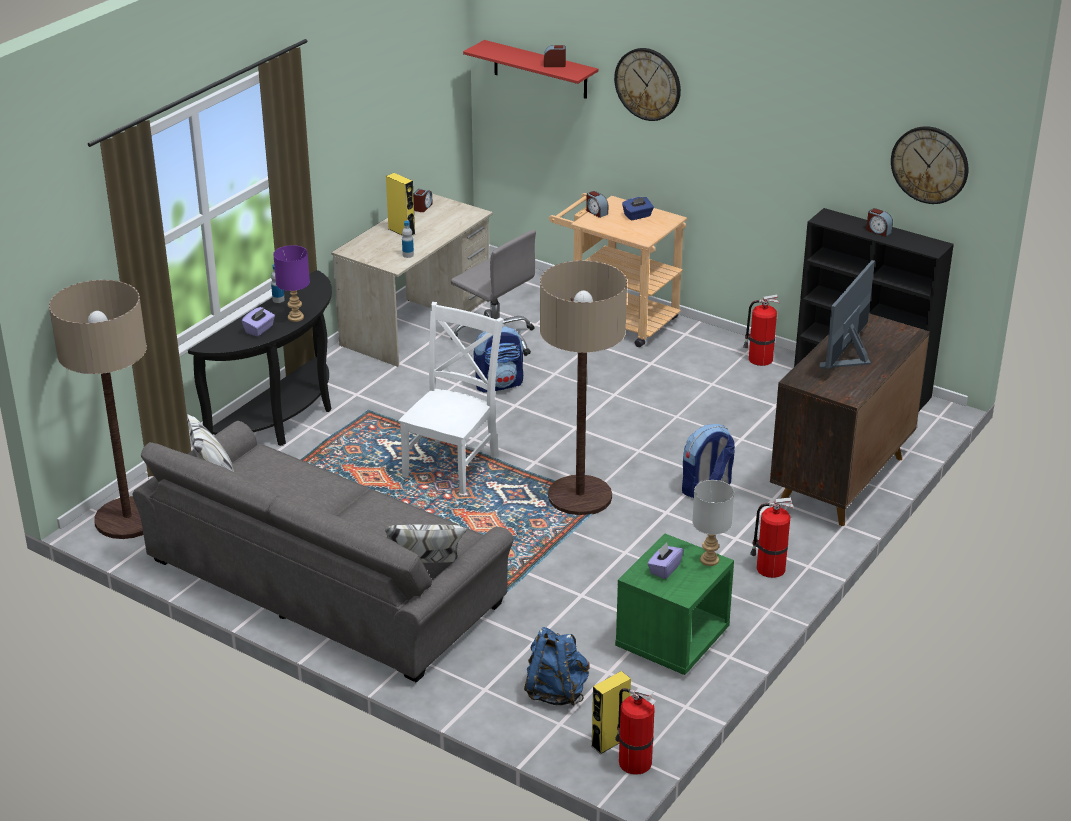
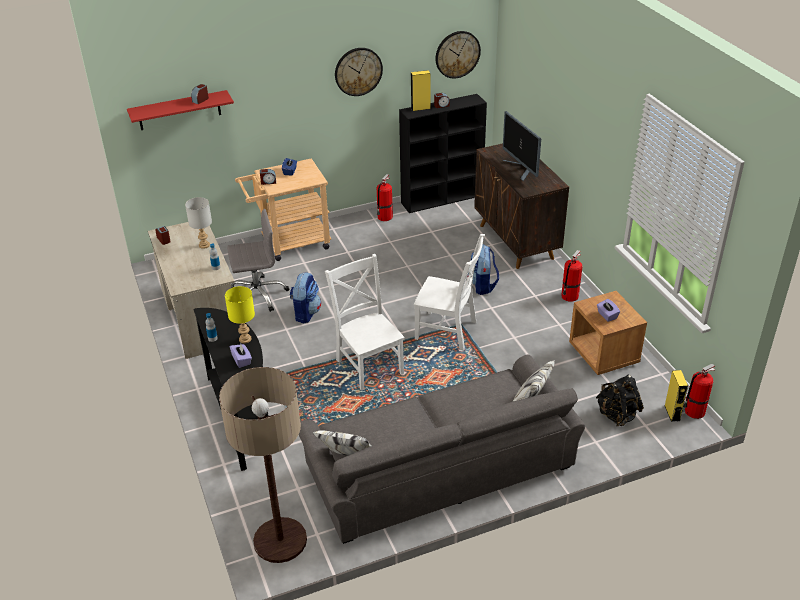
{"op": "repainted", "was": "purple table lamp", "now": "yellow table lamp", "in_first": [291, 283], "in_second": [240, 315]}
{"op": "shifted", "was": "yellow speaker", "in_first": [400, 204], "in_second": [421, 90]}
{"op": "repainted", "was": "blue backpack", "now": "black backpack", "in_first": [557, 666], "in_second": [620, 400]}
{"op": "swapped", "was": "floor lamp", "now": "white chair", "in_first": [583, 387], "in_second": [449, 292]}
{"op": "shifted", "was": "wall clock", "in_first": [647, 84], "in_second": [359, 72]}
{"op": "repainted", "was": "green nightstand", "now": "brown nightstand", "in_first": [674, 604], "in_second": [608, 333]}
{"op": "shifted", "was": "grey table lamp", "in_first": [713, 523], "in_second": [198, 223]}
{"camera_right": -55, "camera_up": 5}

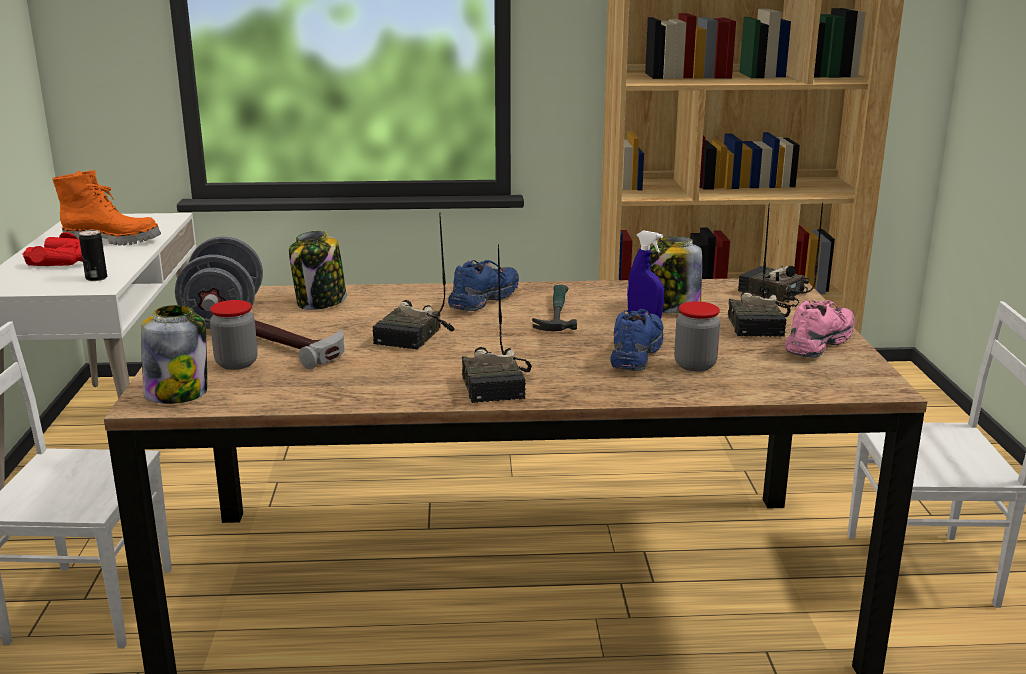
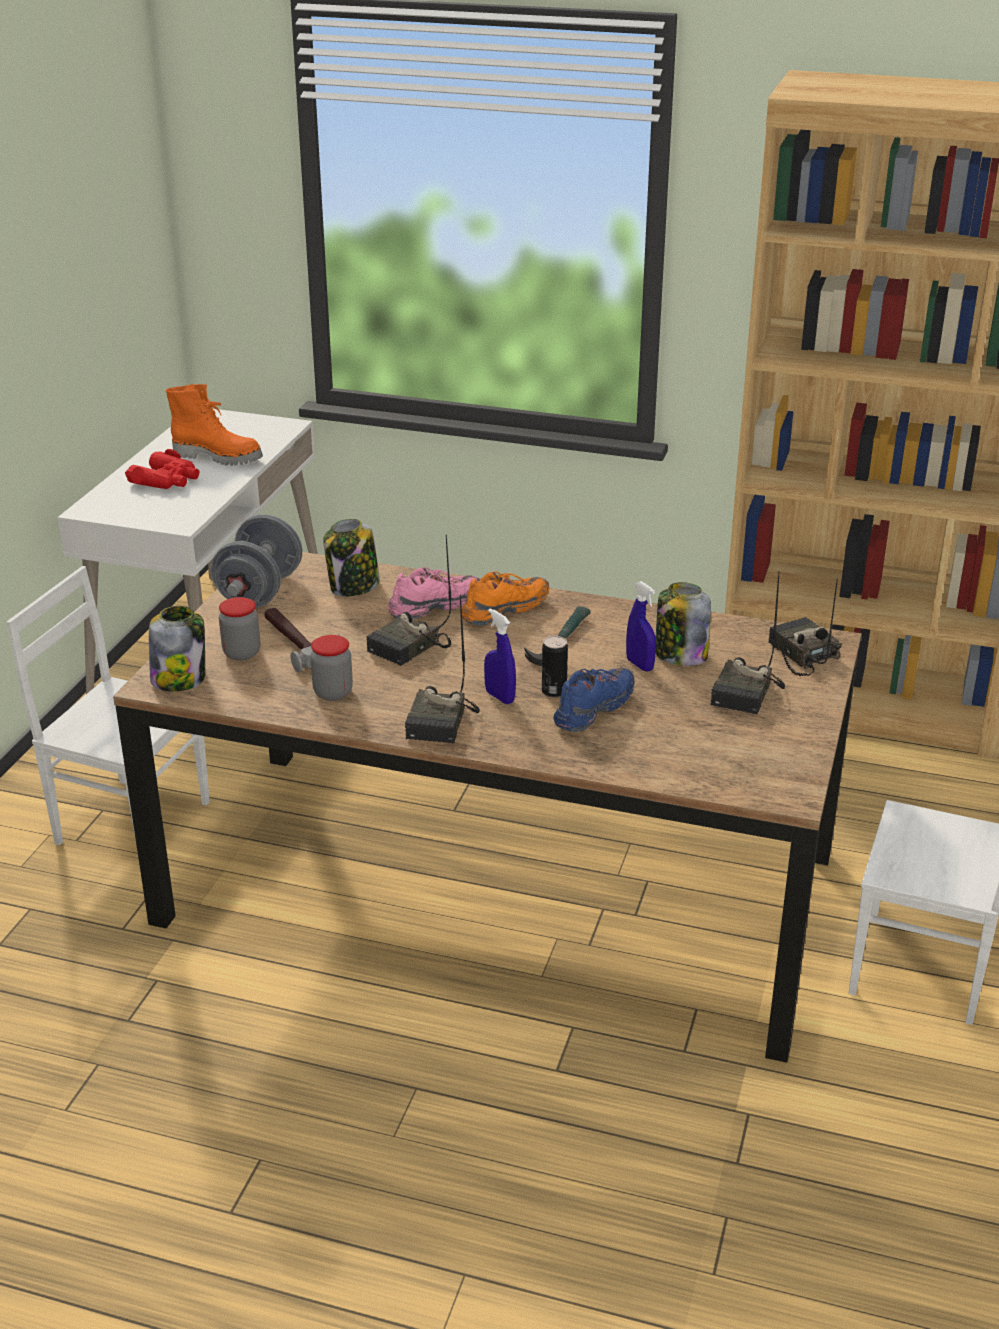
{"op": "shifted", "was": "can", "in_first": [93, 255], "in_second": [555, 666]}
{"op": "repainted", "was": "blue shoe", "now": "orange shoe", "in_first": [483, 285], "in_second": [505, 598]}
{"op": "shifted", "was": "jar", "in_first": [697, 336], "in_second": [331, 668]}
{"op": "shifted", "was": "pink shoe", "in_first": [820, 329], "in_second": [434, 593]}
{"op": "new", "now": "blue spray bottle", "in_second": [500, 656]}
{"camera_right": 20, "camera_up": 10}

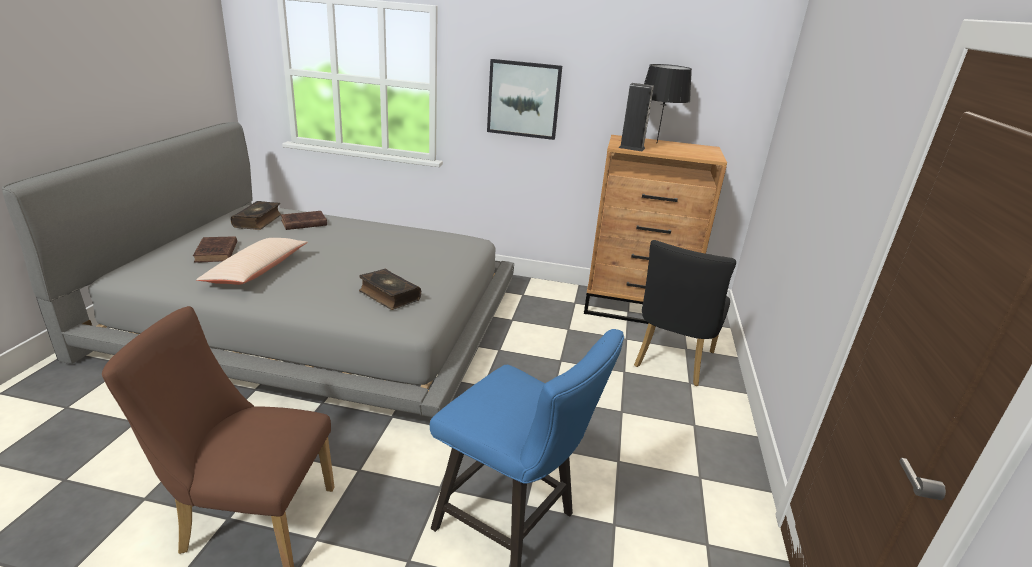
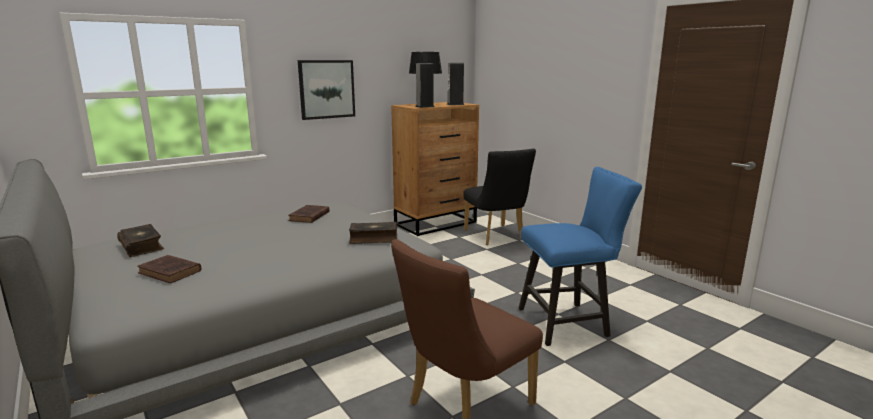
{"op": "gone", "was": "beige pillow", "in_first": [251, 261]}
{"op": "shifted", "was": "brown book", "in_first": [304, 220], "in_second": [309, 214]}
{"op": "new", "now": "speaker", "in_second": [455, 84]}
{"camera_right": -45, "camera_up": -10}

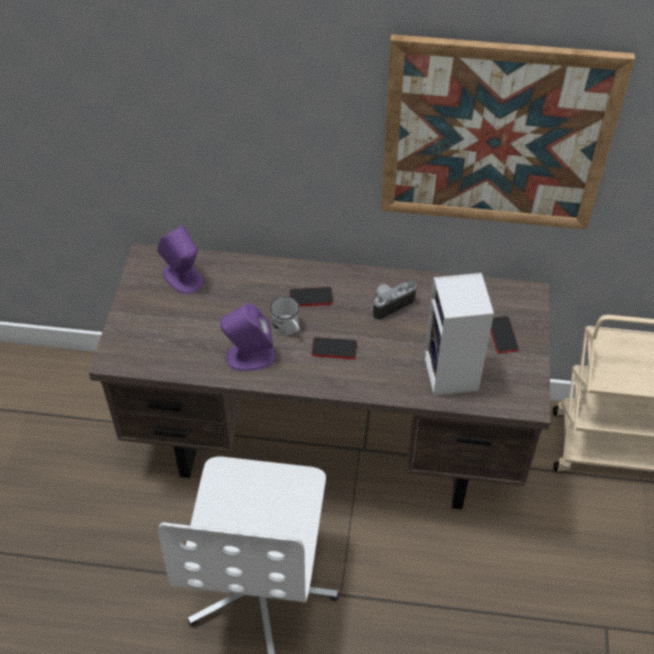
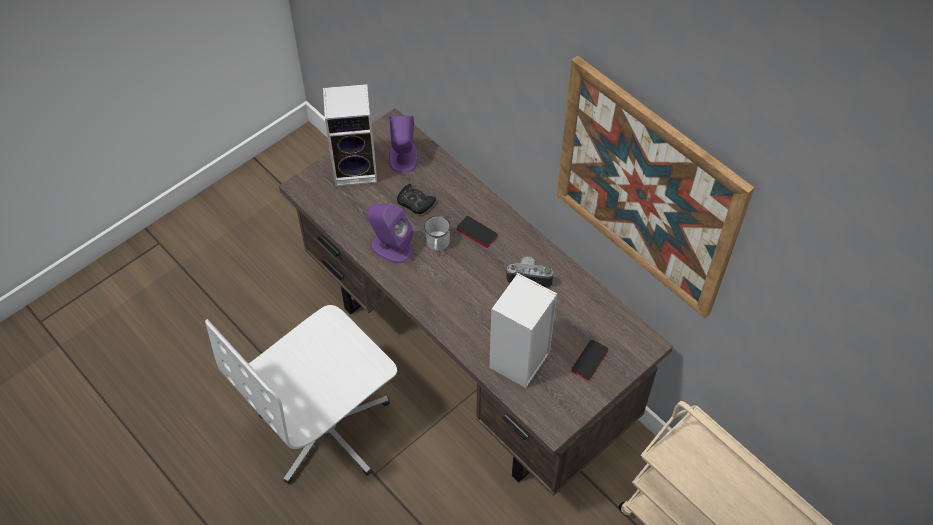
{"op": "gone", "was": "phone", "in_first": [334, 348]}
{"op": "new", "now": "speaker", "in_second": [350, 135]}
{"op": "new", "now": "black game controller", "in_second": [416, 199]}
{"camera_right": 40, "camera_up": 5}

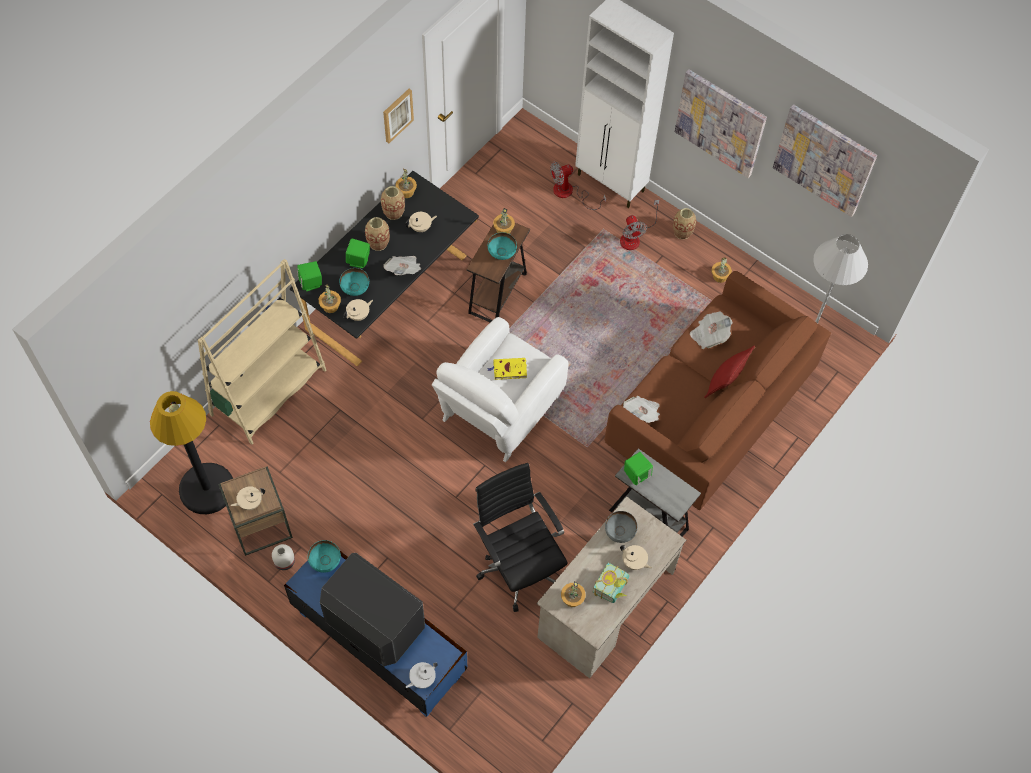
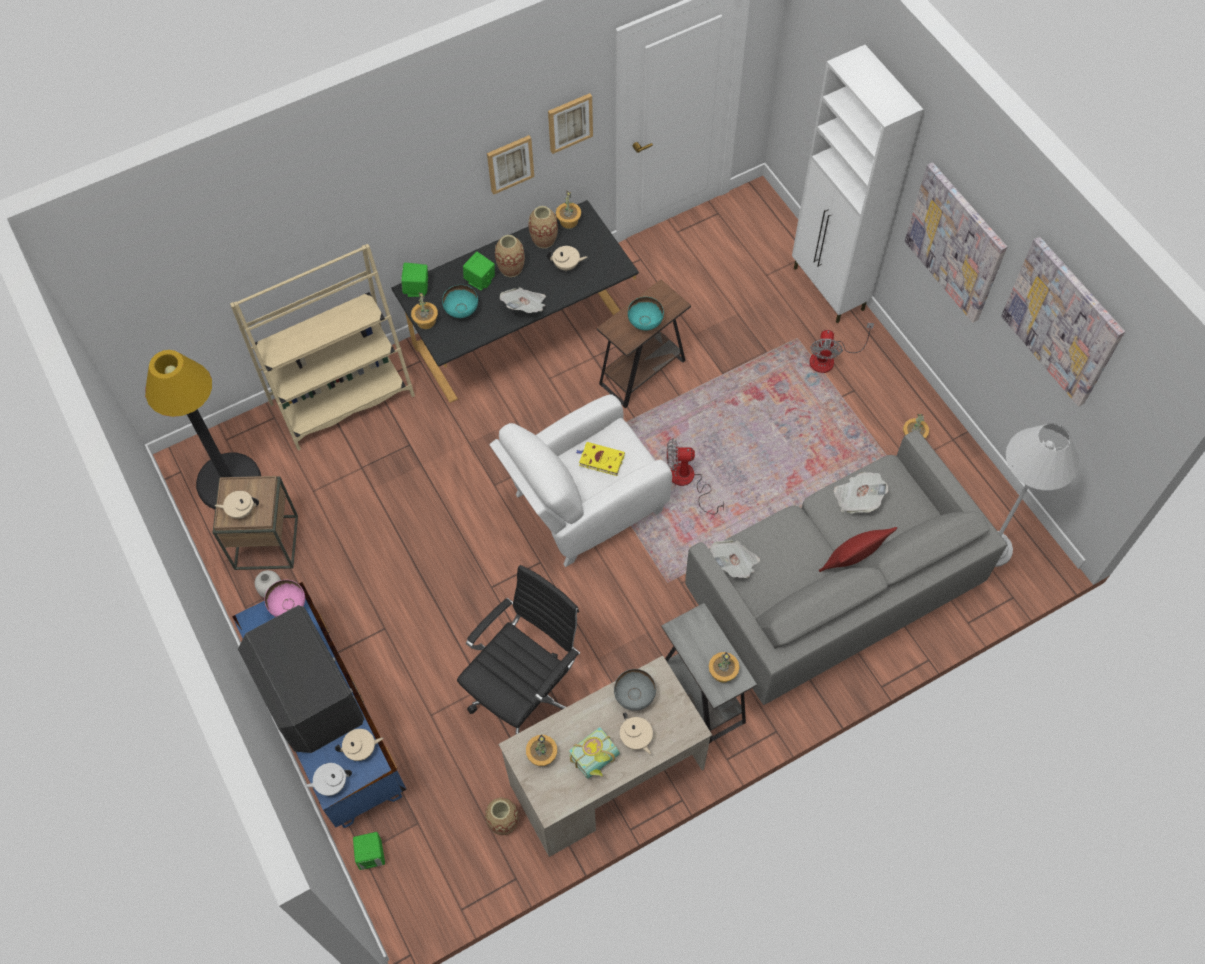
{"op": "repainted", "was": "turquoise bowl", "now": "pink bowl", "in_first": [324, 556], "in_second": [285, 598]}
{"op": "shifted", "was": "beige teapot", "in_first": [358, 310], "in_second": [359, 745]}
{"op": "rotated", "was": "black office chair", "in_first": [520, 537], "in_second": [518, 649], "clockwise": 45}
{"op": "shifted", "was": "potted plant", "in_first": [504, 221], "in_second": [724, 667]}
{"op": "shifted", "was": "fan", "in_first": [578, 186], "in_second": [695, 476]}
{"op": "repainted", "was": "brown sofa", "now": "grey sofa", "in_first": [718, 390], "in_second": [846, 568]}
{"op": "shifted", "was": "green speaker", "in_first": [638, 468], "in_second": [369, 851]}
{"op": "shifted", "was": "vase", "in_first": [684, 223], "in_second": [502, 816]}
{"op": "new", "now": "picture", "in_second": [510, 165]}
{"camera_right": 25, "camera_up": 0}

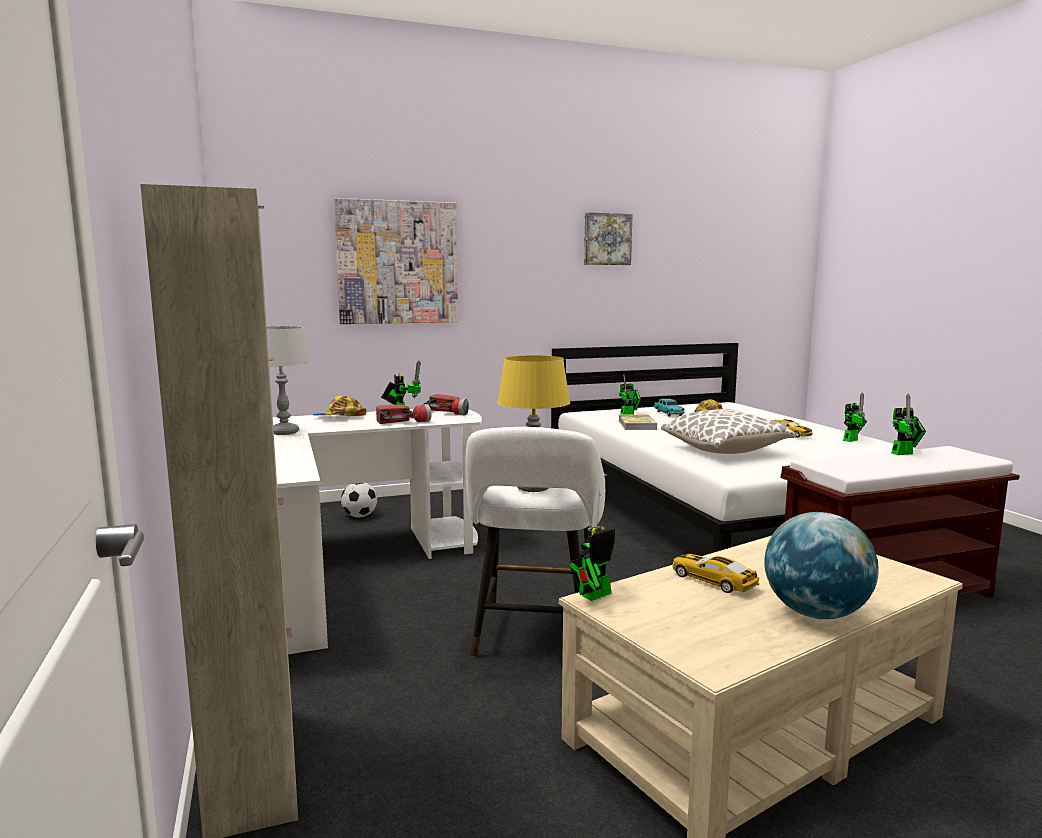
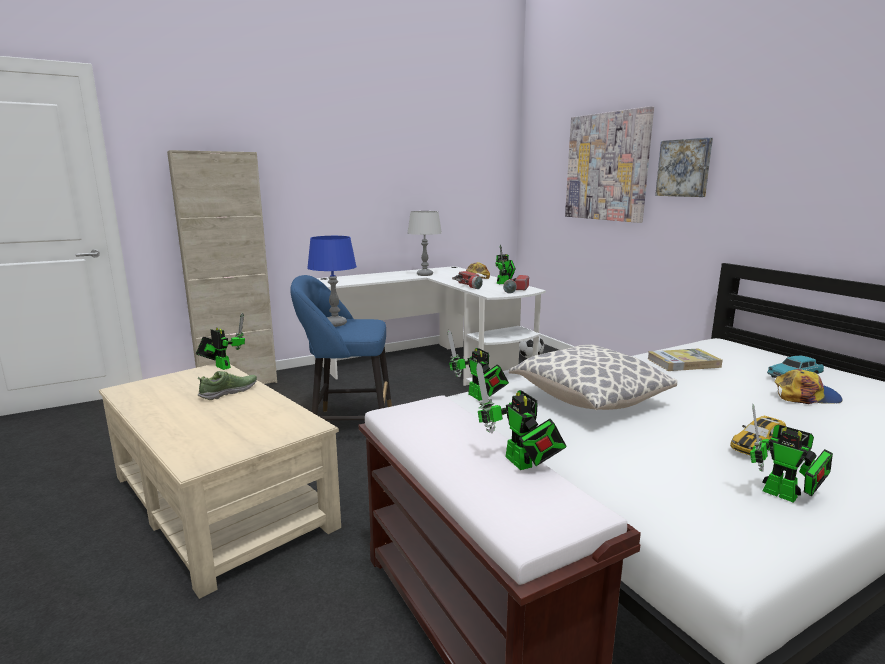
{"op": "repainted", "was": "white stool", "now": "blue stool", "in_first": [535, 542], "in_second": [341, 347]}
{"op": "repainted", "was": "yellow table lamp", "now": "blue table lamp", "in_first": [533, 423], "in_second": [332, 281]}
{"op": "shifted", "was": "picture", "in_first": [608, 238], "in_second": [684, 167]}
{"op": "shifted", "was": "toy robot", "in_first": [630, 394], "in_second": [478, 365]}
{"op": "swapped", "was": "toy car", "now": "shoe", "in_first": [716, 573], "in_second": [227, 385]}
{"op": "gone", "was": "globe", "in_first": [821, 565]}
{"camera_right": 80, "camera_up": 5}

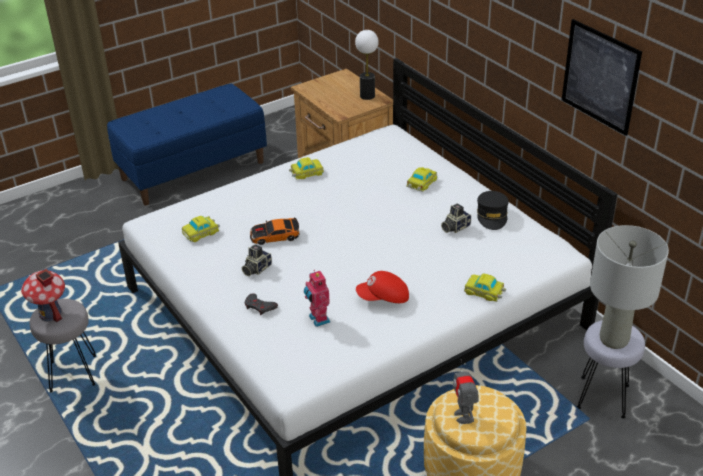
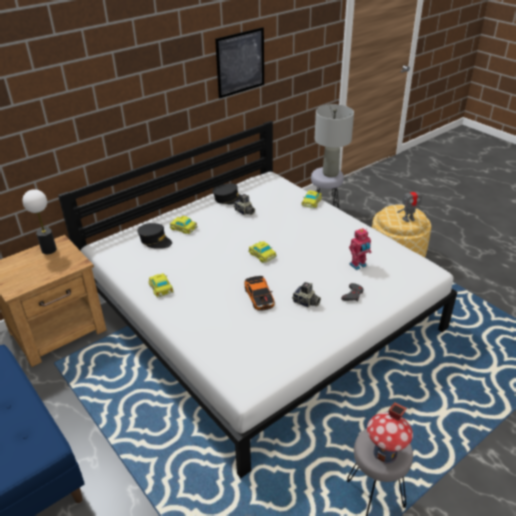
{"op": "shifted", "was": "toy car", "in_first": [201, 229], "in_second": [262, 252]}
{"op": "gone", "was": "red cap", "in_first": [382, 287]}
{"op": "new", "now": "black cap", "in_second": [154, 236]}
{"camera_right": -95, "camera_up": 0}

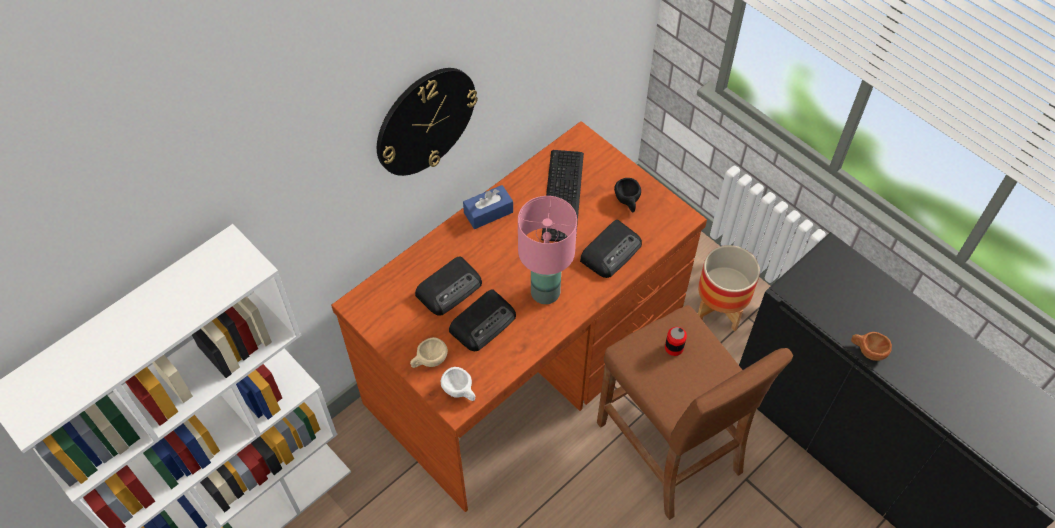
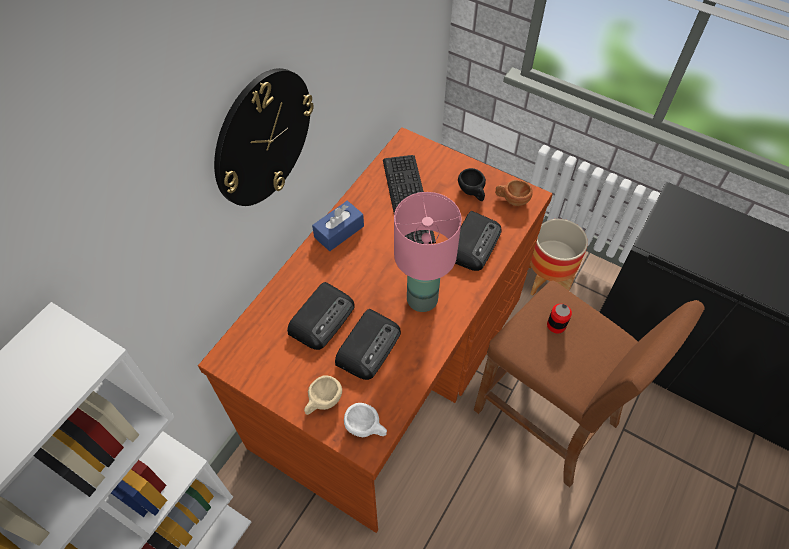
{"op": "shifted", "was": "brown cup", "in_first": [871, 346], "in_second": [514, 193]}
{"camera_right": -15, "camera_up": 0}

